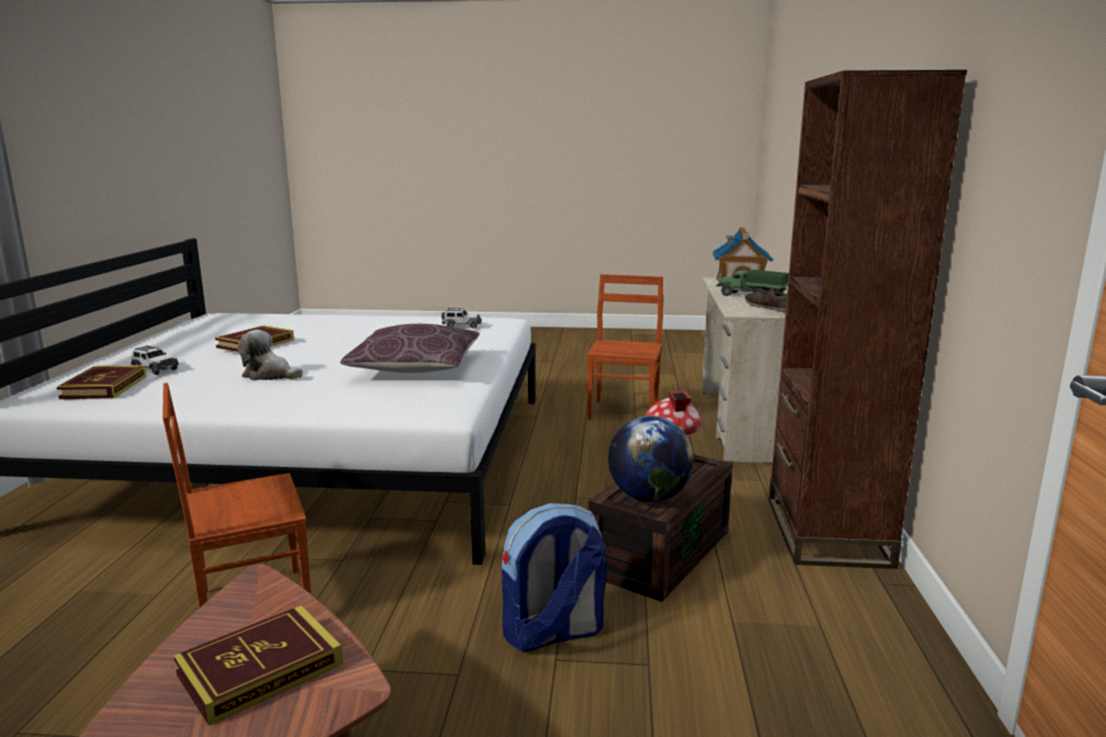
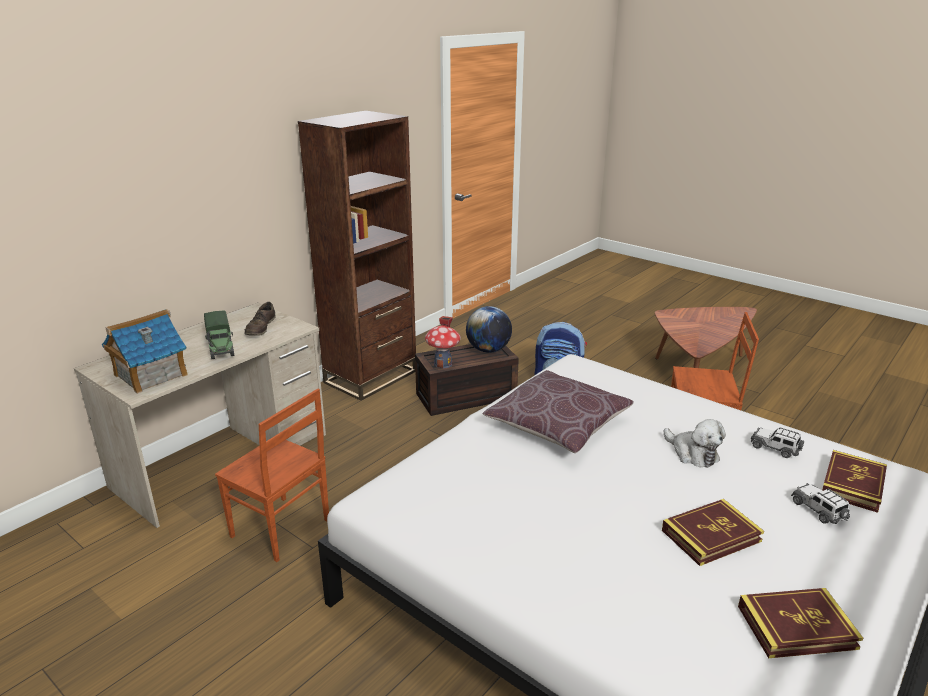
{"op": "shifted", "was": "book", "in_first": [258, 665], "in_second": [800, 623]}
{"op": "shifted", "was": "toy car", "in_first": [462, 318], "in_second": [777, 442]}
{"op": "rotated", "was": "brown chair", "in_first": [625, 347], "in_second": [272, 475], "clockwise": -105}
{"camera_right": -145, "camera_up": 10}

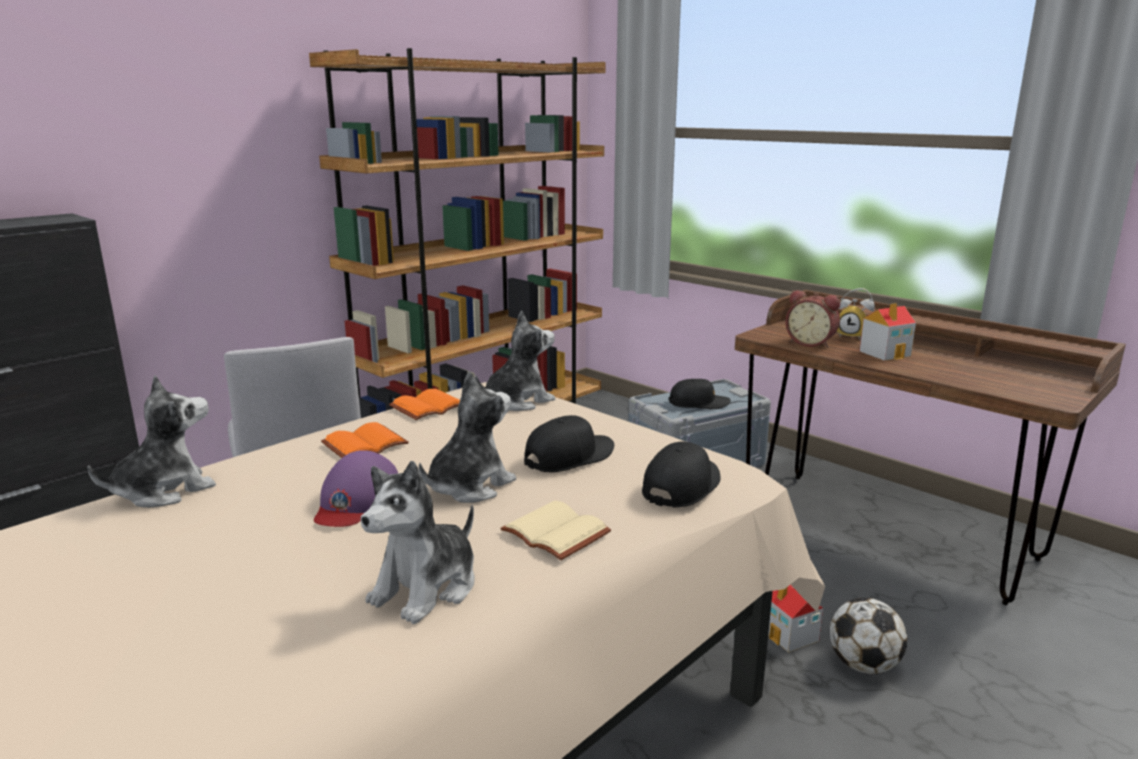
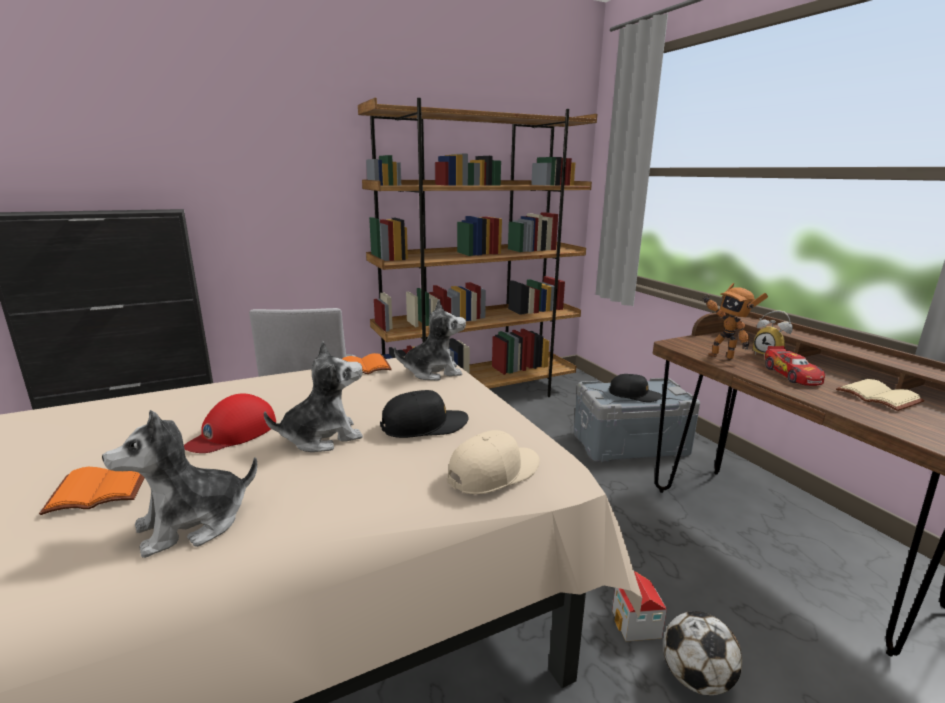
{"op": "gone", "was": "plush toy", "in_first": [151, 442]}
{"op": "repainted", "was": "purple cap", "now": "red cap", "in_first": [356, 488], "in_second": [230, 423]}
{"op": "shifted", "was": "orange book", "in_first": [365, 440], "in_second": [92, 491]}
{"op": "shifted", "was": "beige book", "in_first": [555, 530], "in_second": [880, 395]}
{"op": "repainted", "was": "black cap", "now": "beige cap", "in_first": [681, 474], "in_second": [493, 462]}
{"op": "swapped", "was": "alarm clock", "now": "toy robot", "in_first": [813, 319], "in_second": [735, 321]}
{"op": "swapped", "was": "toy house", "now": "toy car", "in_first": [887, 332], "in_second": [795, 366]}
{"camera_right": 20, "camera_up": 0}

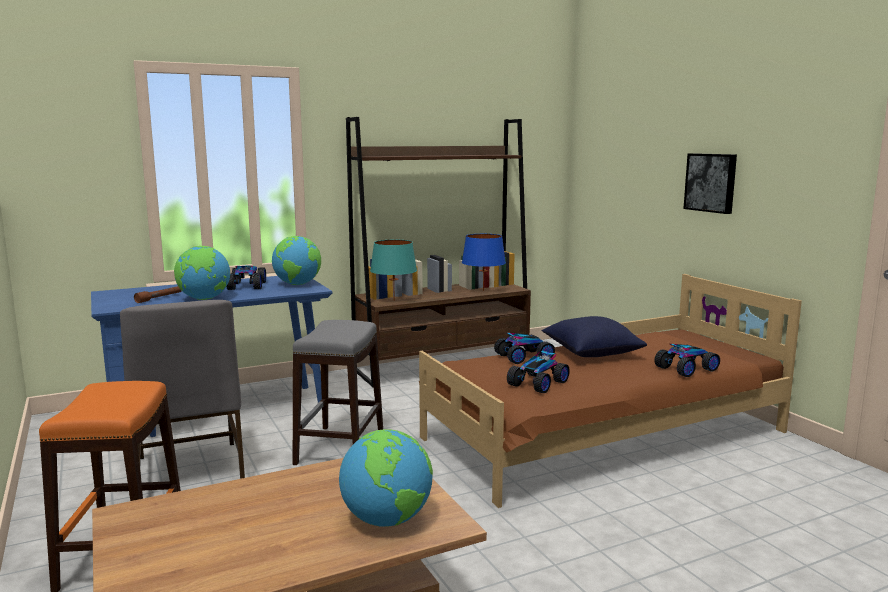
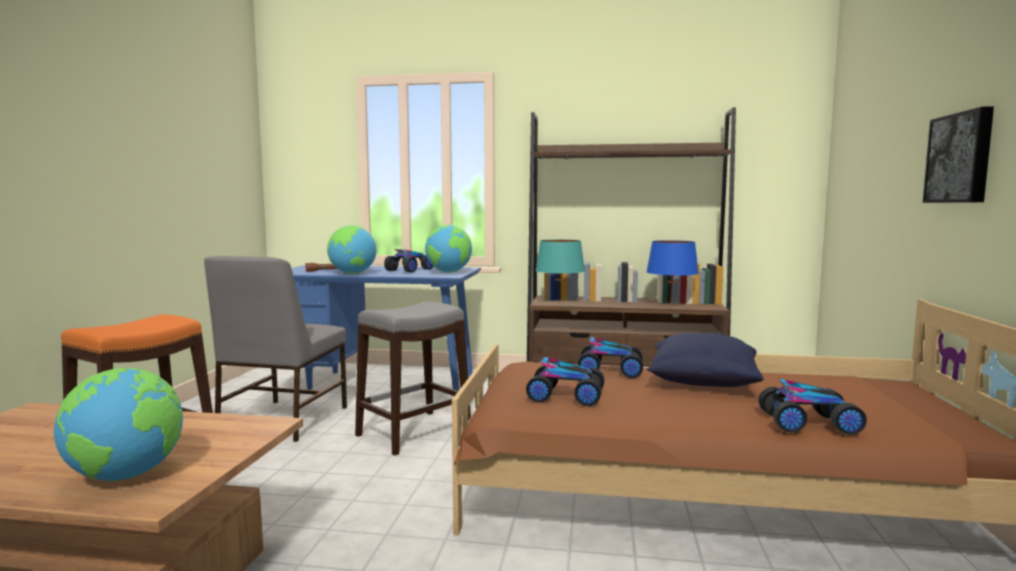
{"op": "rotated", "was": "toy car", "in_first": [538, 372], "in_second": [565, 382], "clockwise": -150}
{"camera_right": 35, "camera_up": -5}

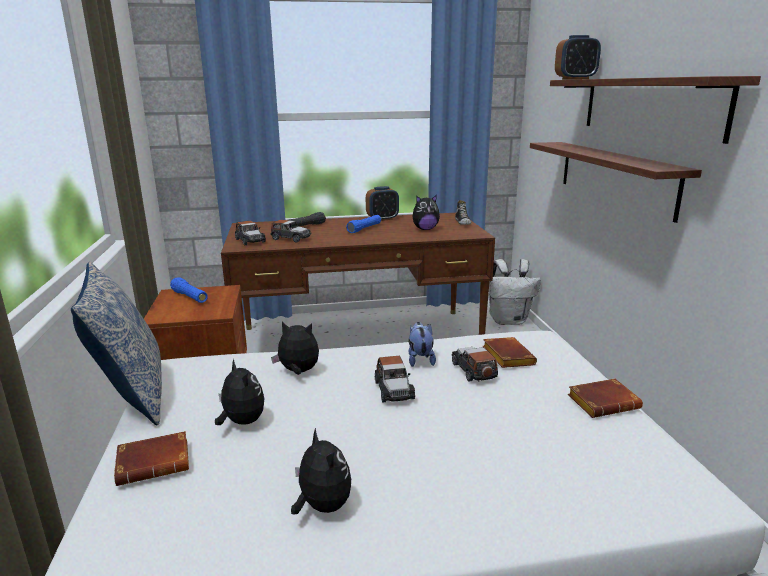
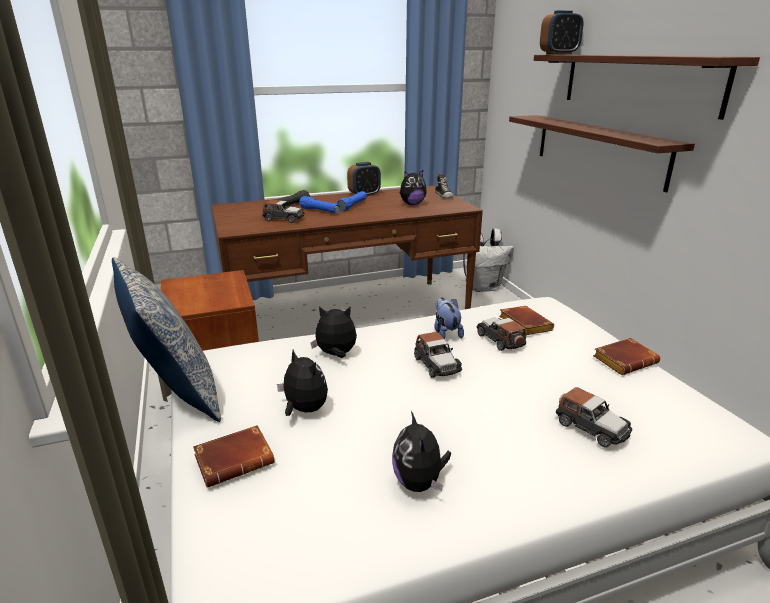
{"op": "shifted", "was": "blue flashlight", "in_first": [189, 290], "in_second": [319, 204]}
{"op": "shifted", "was": "toy car", "in_first": [250, 233], "in_second": [594, 417]}
{"op": "rotated", "was": "plush toy", "in_first": [321, 471], "in_second": [421, 451], "clockwise": -150}
{"camera_right": -10, "camera_up": 5}

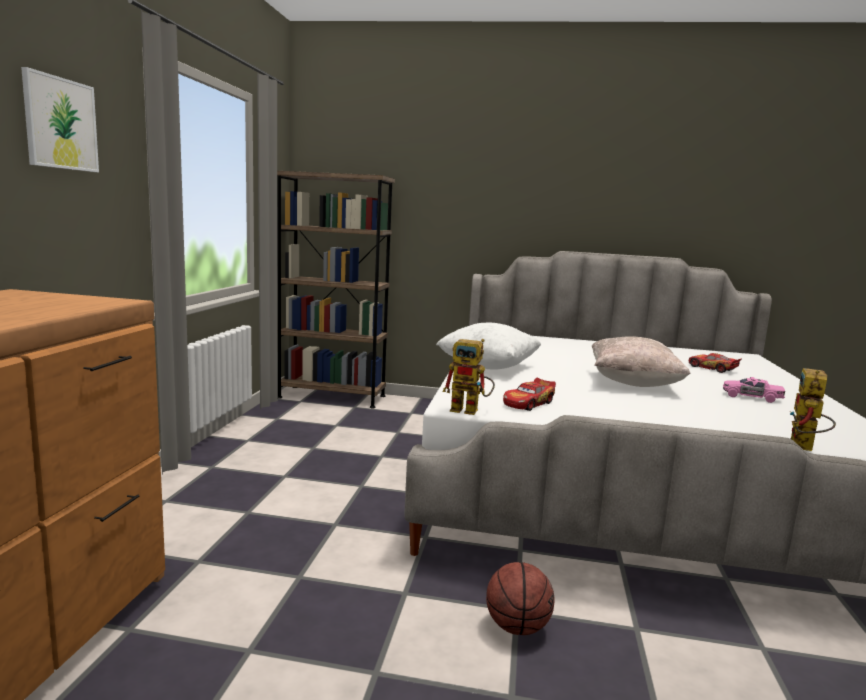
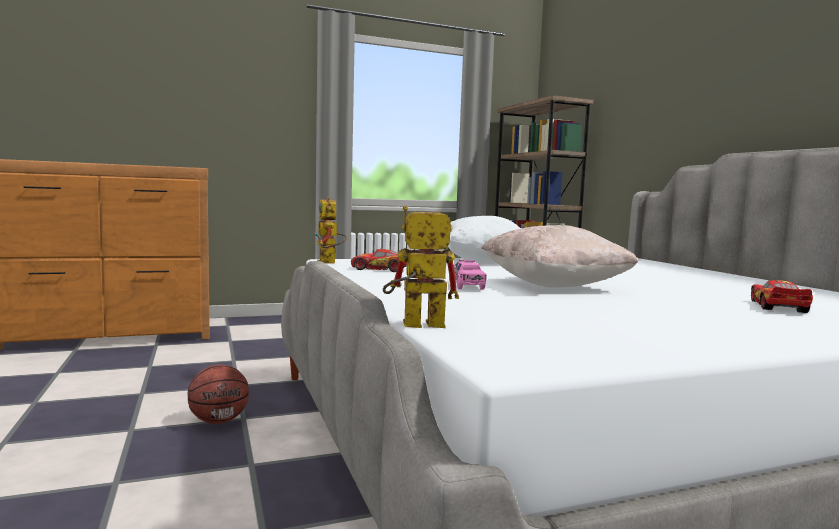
{"op": "gone", "was": "picture", "in_first": [60, 119]}
{"op": "shifted", "was": "pink toy car", "in_first": [754, 390], "in_second": [468, 275]}
{"camera_right": 60, "camera_up": -5}

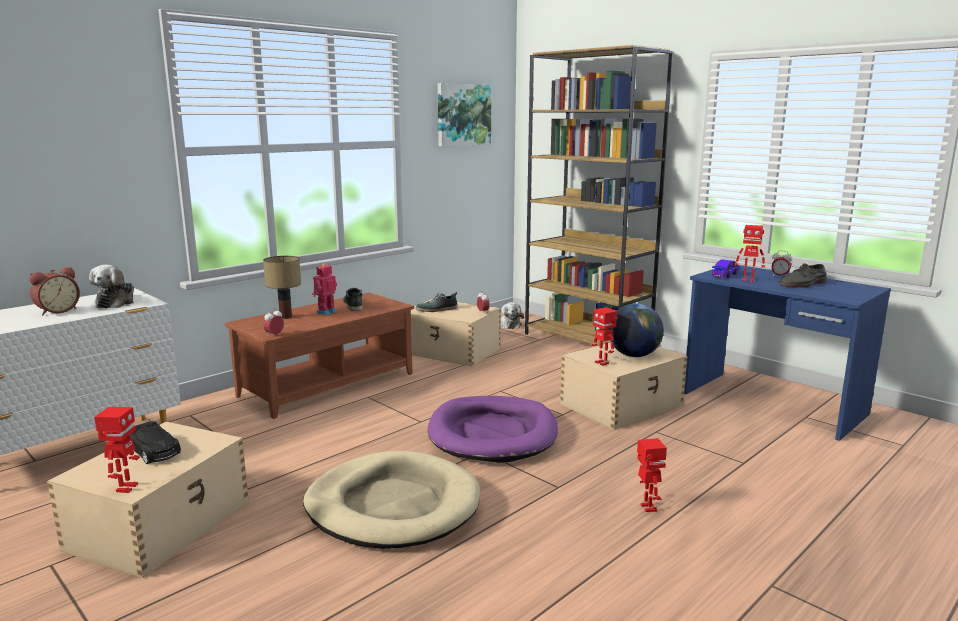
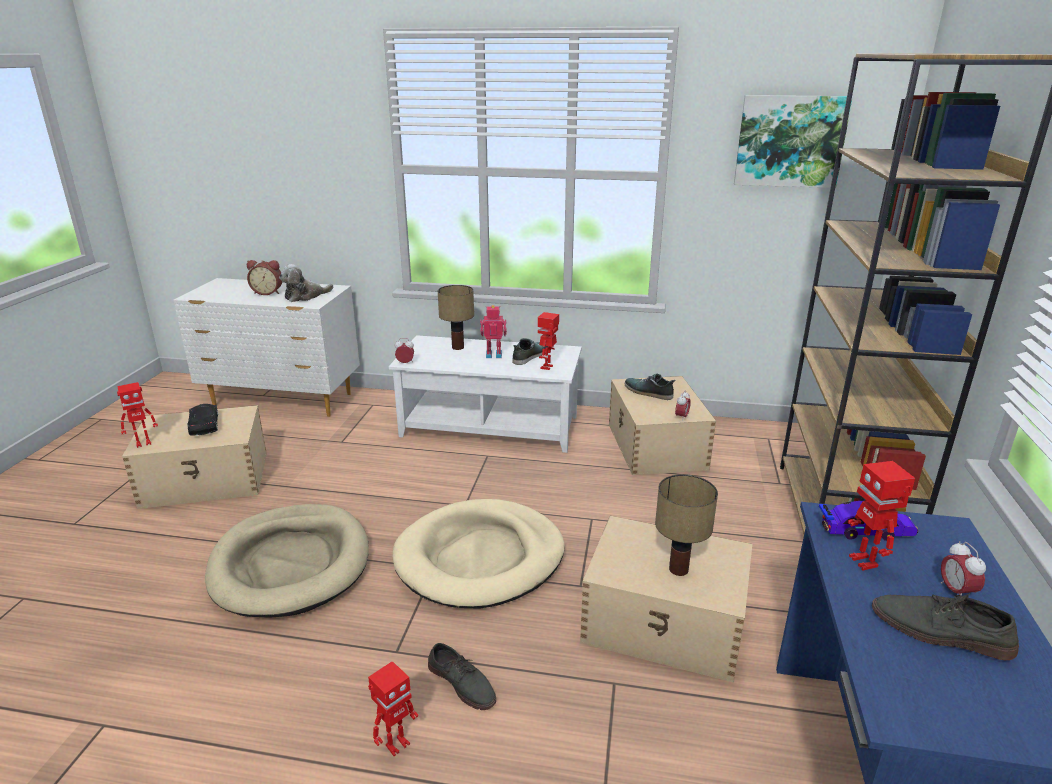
{"op": "rotated", "was": "black toy car", "in_first": [154, 442], "in_second": [203, 420], "clockwise": 150}
{"op": "repainted", "was": "brown coffee table", "now": "white coffee table", "in_first": [319, 355], "in_second": [485, 394]}
{"op": "repainted", "was": "purple dog bed", "now": "beige dog bed", "in_first": [493, 429], "in_second": [479, 554]}
{"op": "gone", "was": "plush toy", "in_first": [512, 315]}
{"op": "shifted", "was": "toy robot", "in_first": [604, 336], "in_second": [548, 341]}
{"op": "swapped", "was": "globe", "now": "table lamp", "in_first": [636, 330], "in_second": [686, 525]}
{"op": "new", "now": "grey shoe", "in_second": [462, 676]}
{"camera_right": 55, "camera_up": 10}

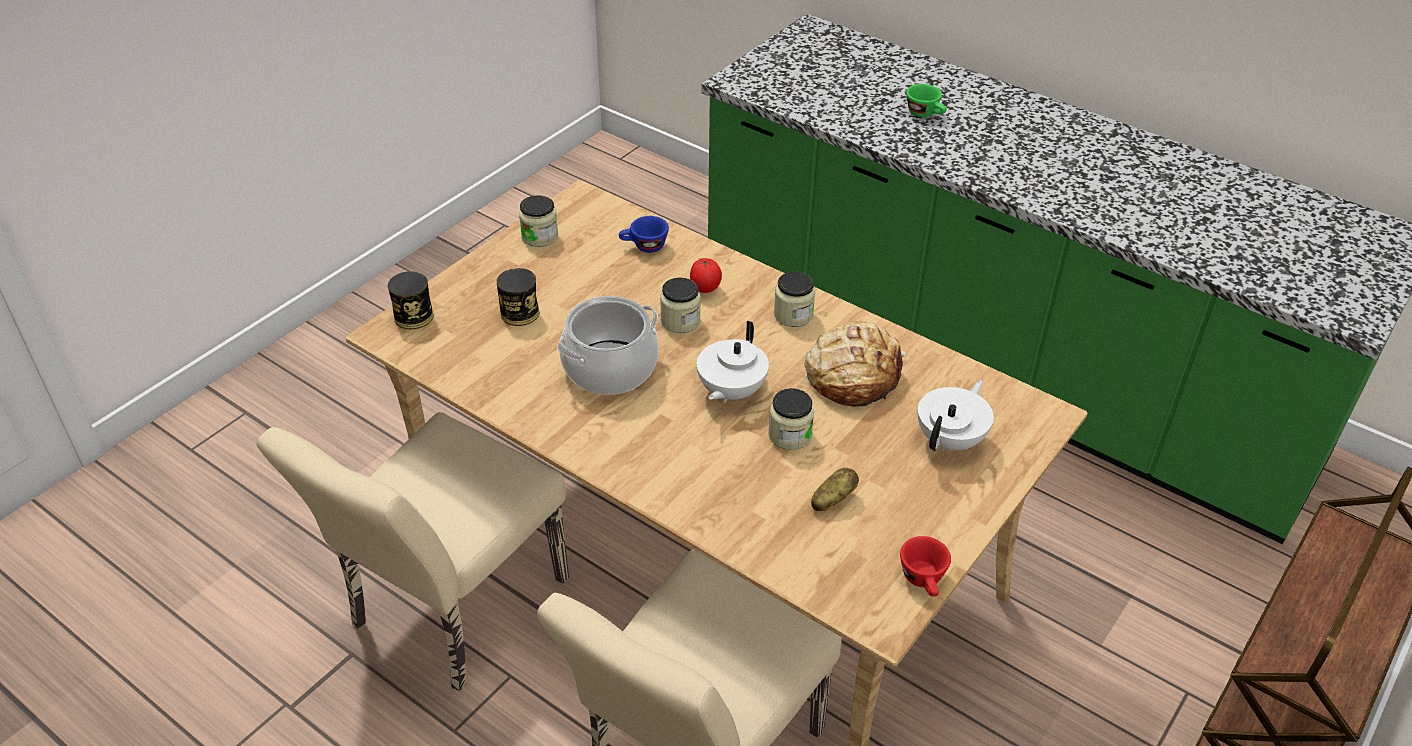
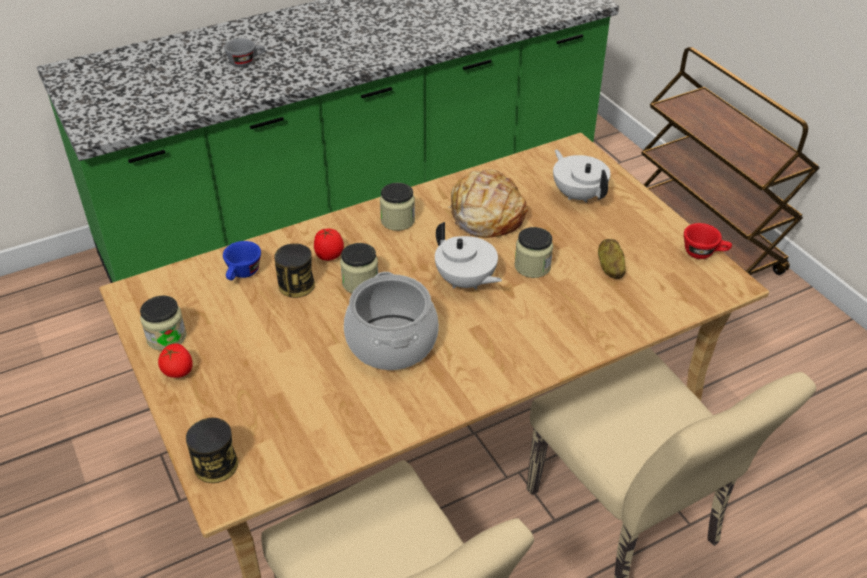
{"op": "shifted", "was": "can", "in_first": [518, 297], "in_second": [294, 270]}
{"op": "repainted", "was": "green cup", "now": "grey cup", "in_first": [926, 100], "in_second": [244, 52]}
{"op": "new", "now": "tomato", "in_second": [175, 360]}
{"camera_right": -65, "camera_up": 0}

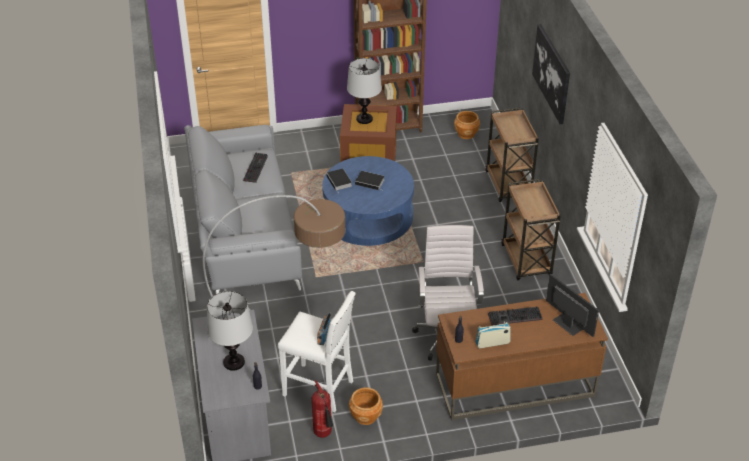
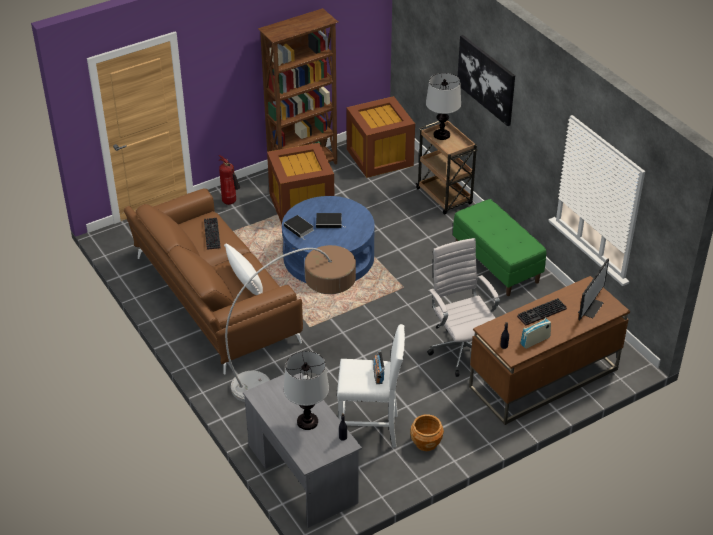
{"op": "repainted", "was": "grey sofa", "now": "brown sofa", "in_first": [243, 210], "in_second": [213, 281]}
{"op": "shifted", "was": "fire extinguisher", "in_first": [322, 409], "in_second": [229, 180]}
{"op": "shifted", "was": "table lamp", "in_first": [364, 91], "in_second": [443, 106]}
{"op": "swapped", "was": "brown planter", "now": "brown storage box", "in_first": [467, 125], "in_second": [380, 137]}
{"op": "swapped", "was": "brown cart", "now": "green bench", "in_first": [531, 230], "in_second": [499, 247]}
{"op": "rotated", "was": "monitor", "in_first": [572, 305], "in_second": [593, 289], "clockwise": 90}
{"op": "new", "now": "white pillow", "in_second": [243, 269]}
{"camera_right": -20, "camera_up": 0}

